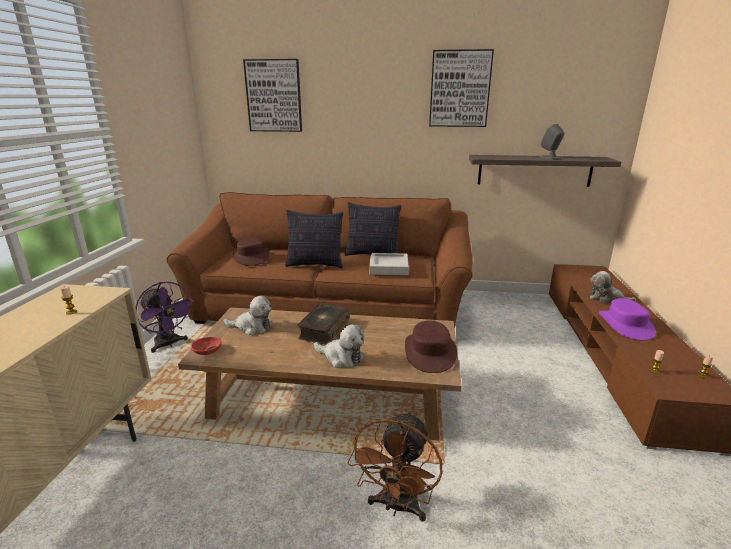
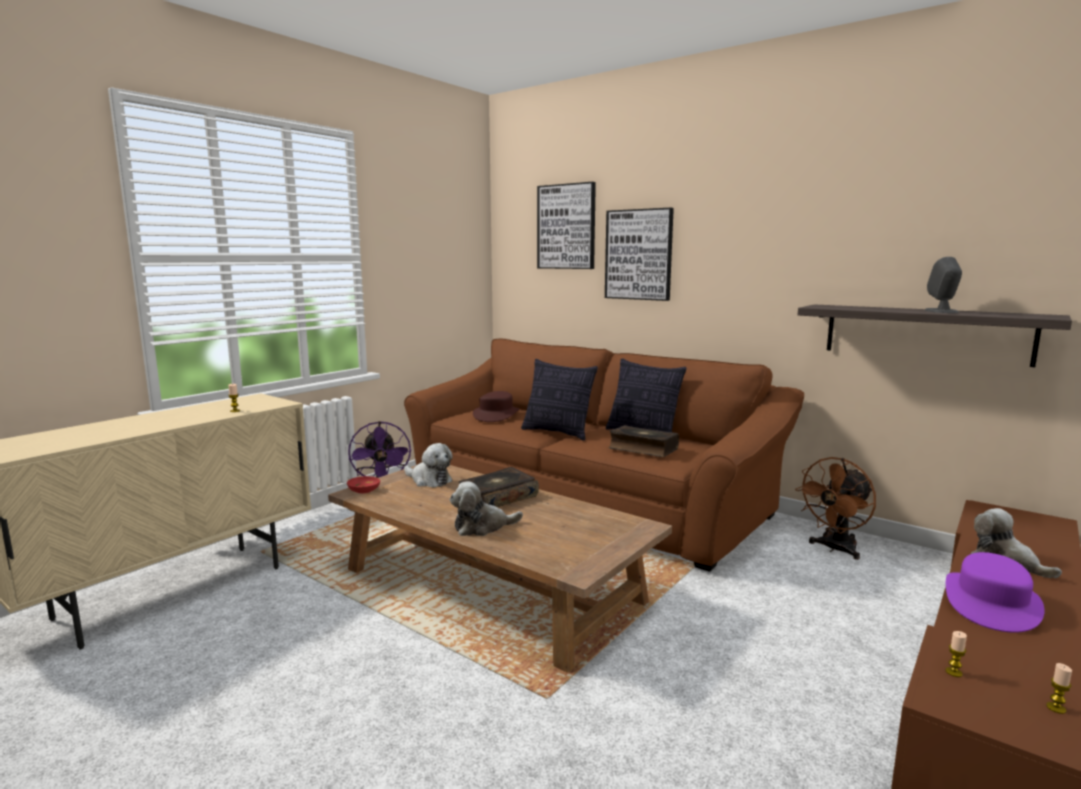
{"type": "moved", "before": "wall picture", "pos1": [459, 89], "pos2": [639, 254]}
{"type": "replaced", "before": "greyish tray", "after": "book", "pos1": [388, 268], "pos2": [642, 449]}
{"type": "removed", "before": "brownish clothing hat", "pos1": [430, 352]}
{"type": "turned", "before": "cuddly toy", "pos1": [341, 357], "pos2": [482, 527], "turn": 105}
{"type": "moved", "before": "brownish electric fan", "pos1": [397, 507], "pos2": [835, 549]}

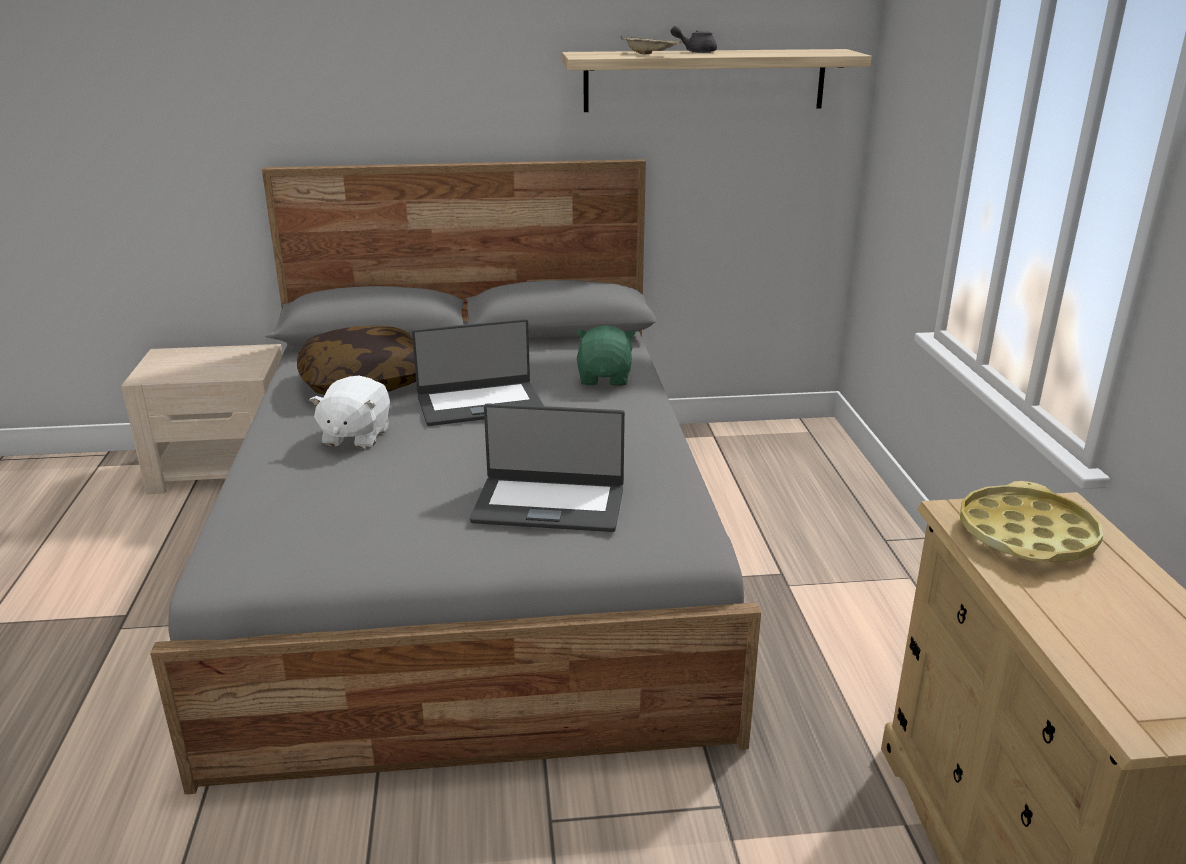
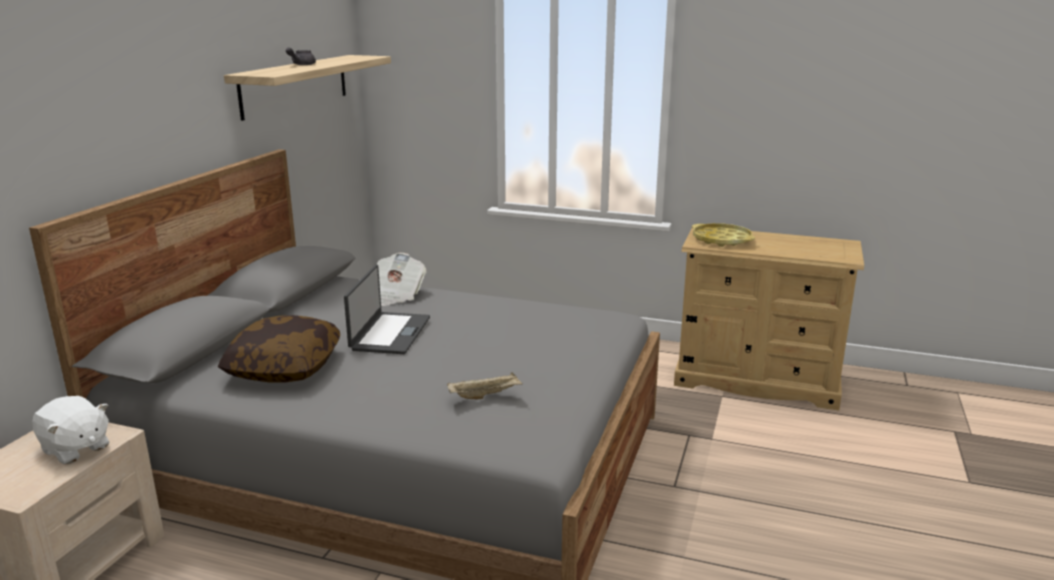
{"type": "moved", "before": "beige-coloured tray", "pos1": [651, 54], "pos2": [485, 395]}
{"type": "replaced", "before": "green cuddly toy", "after": "daily paper", "pos1": [605, 378], "pos2": [396, 295]}
{"type": "moved", "before": "white-coloured cuddly toy", "pos1": [355, 436], "pos2": [75, 449]}
{"type": "removed", "before": "portable computer", "pos1": [549, 504]}

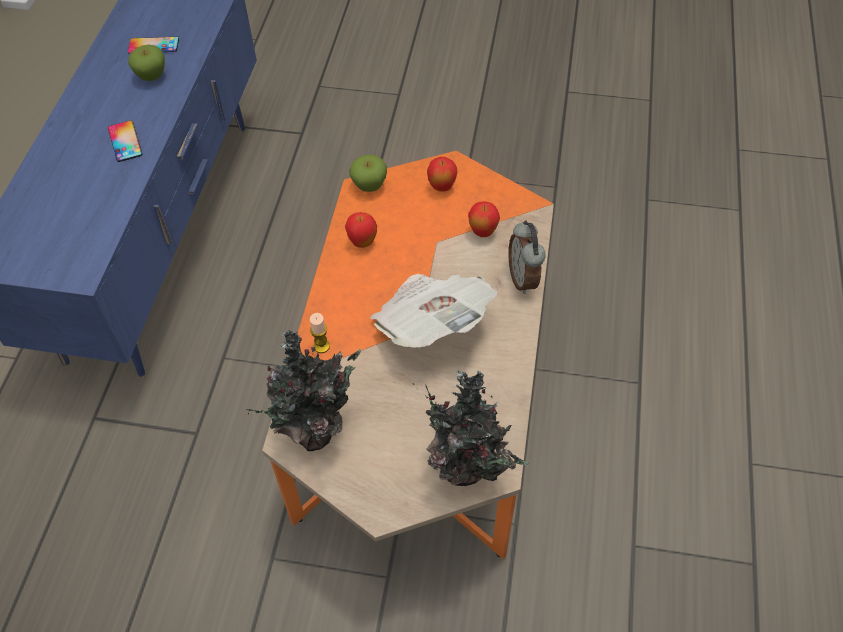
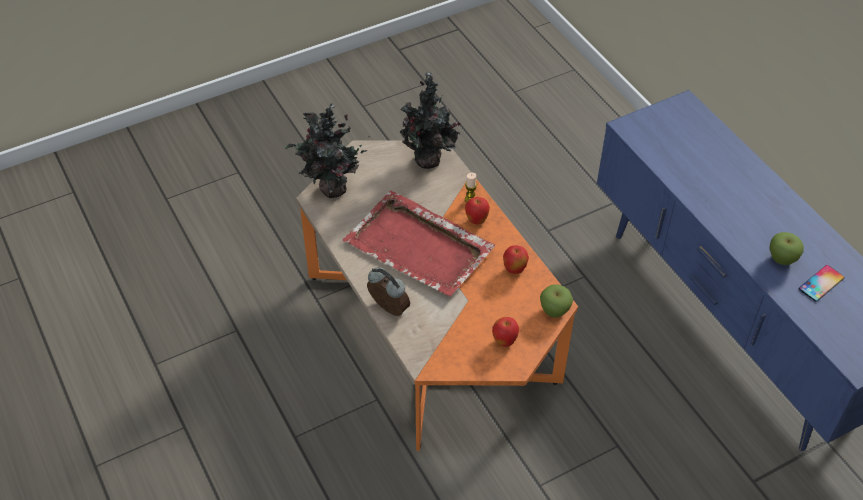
{"type": "removed", "before": "telephone", "pos1": [125, 141]}
{"type": "moved", "before": "apple fruit", "pos1": [483, 232], "pos2": [476, 221]}
{"type": "replaced", "before": "daily paper", "after": "reddish tray", "pos1": [431, 324], "pos2": [419, 247]}

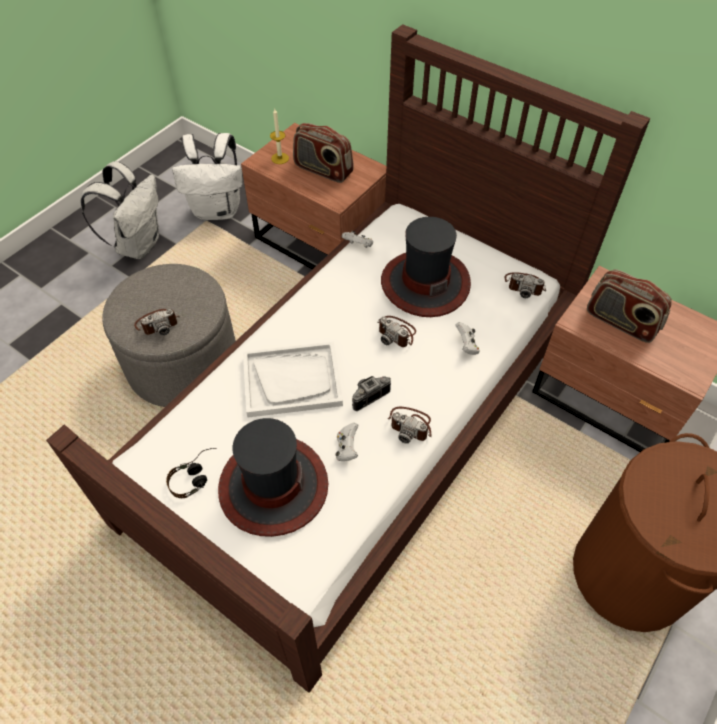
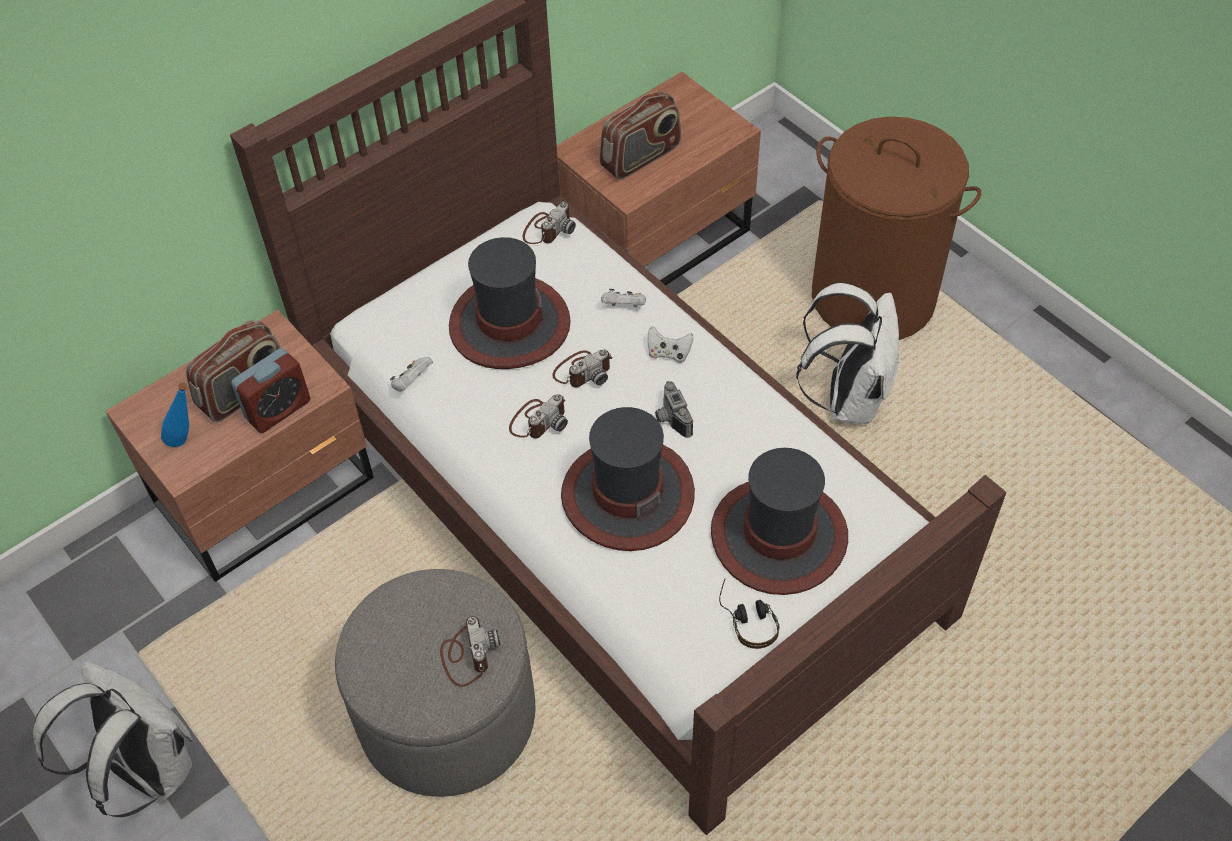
{"type": "replaced", "before": "candle", "after": "blue-coloured bottle", "pos1": [280, 158], "pos2": [188, 442]}
{"type": "moved", "before": "white-coloured backpack", "pos1": [218, 210], "pos2": [848, 398]}
{"type": "replaced", "before": "white-coloured tray", "after": "clothing hat", "pos1": [292, 380], "pos2": [627, 495]}
{"type": "moved", "before": "photo camera", "pos1": [410, 425], "pos2": [538, 420]}
{"type": "moved", "before": "white-coloured gamepad", "pos1": [347, 449], "pos2": [669, 353]}
{"type": "added", "after": "alarm clock", "pos2": [278, 409]}

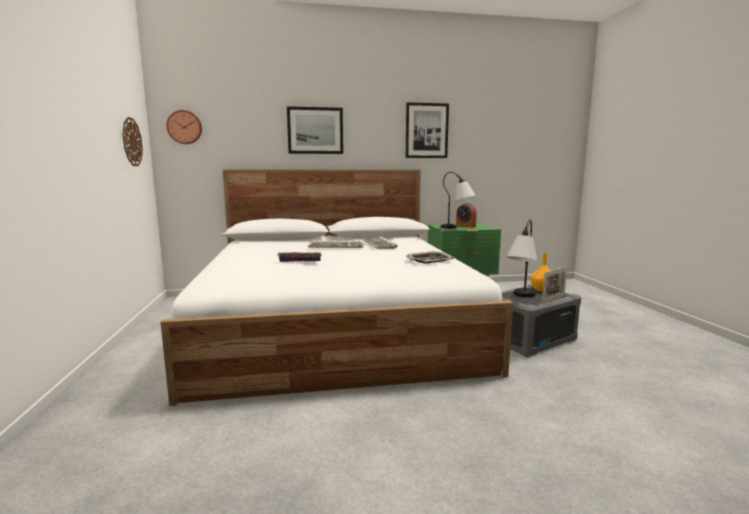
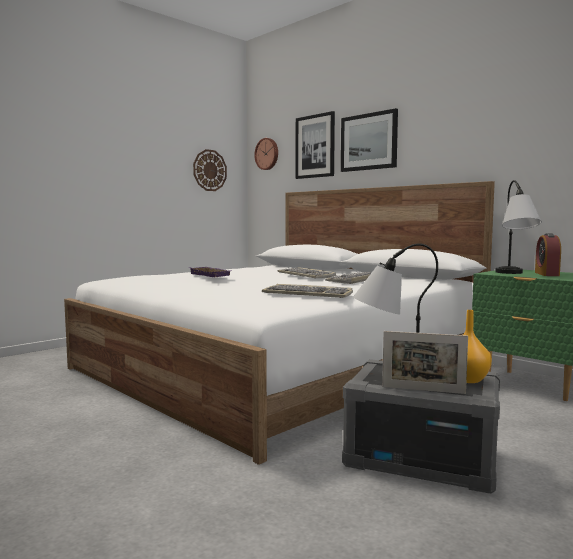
{"type": "moved", "before": "wall picture", "pos1": [426, 131], "pos2": [315, 146]}
{"type": "replaced", "before": "tray", "after": "PC keyboard", "pos1": [429, 260], "pos2": [308, 294]}

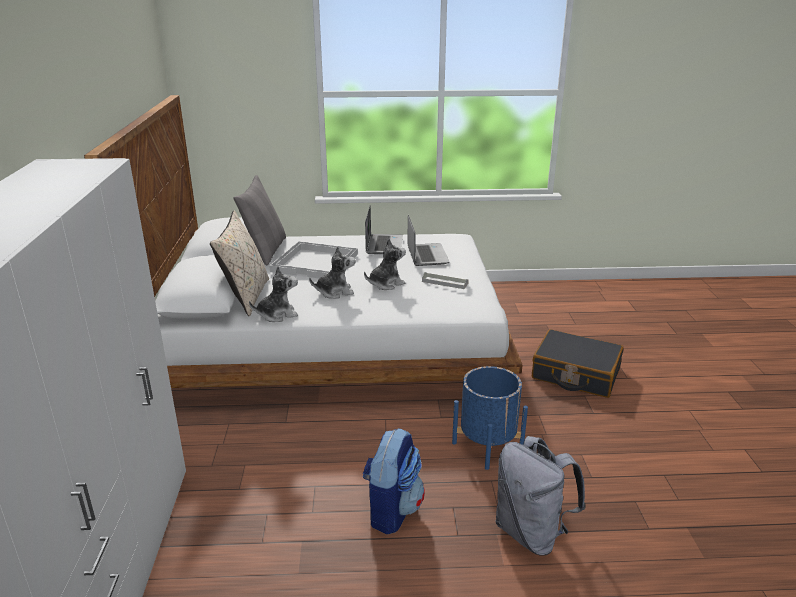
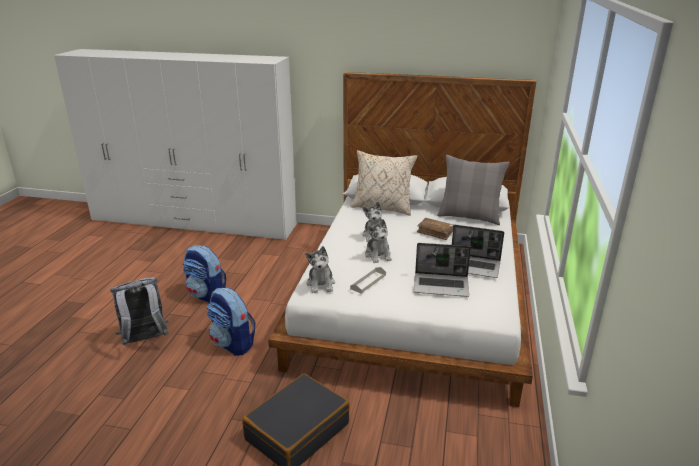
{"type": "replaced", "before": "white-coloured tray", "after": "brownish book", "pos1": [316, 262], "pos2": [435, 232]}
{"type": "moved", "before": "cuddly toy", "pos1": [277, 315], "pos2": [321, 284]}
{"type": "replaced", "before": "blue-coloured planter", "after": "backpack", "pos1": [487, 446], "pos2": [233, 344]}

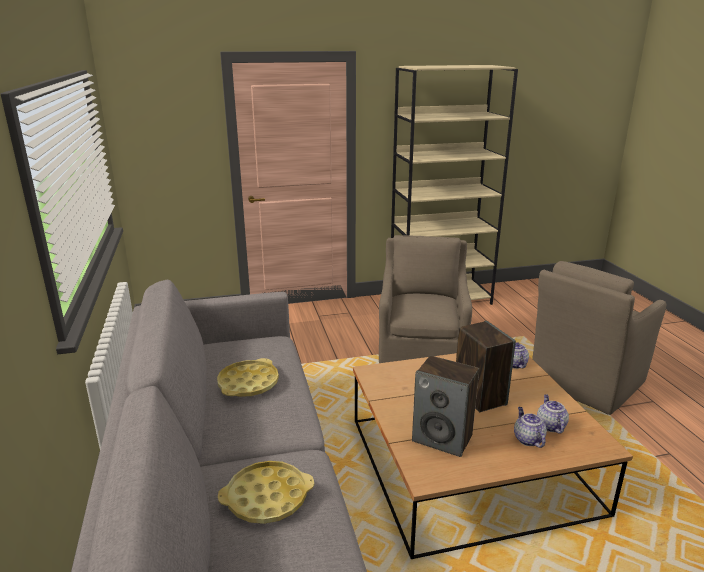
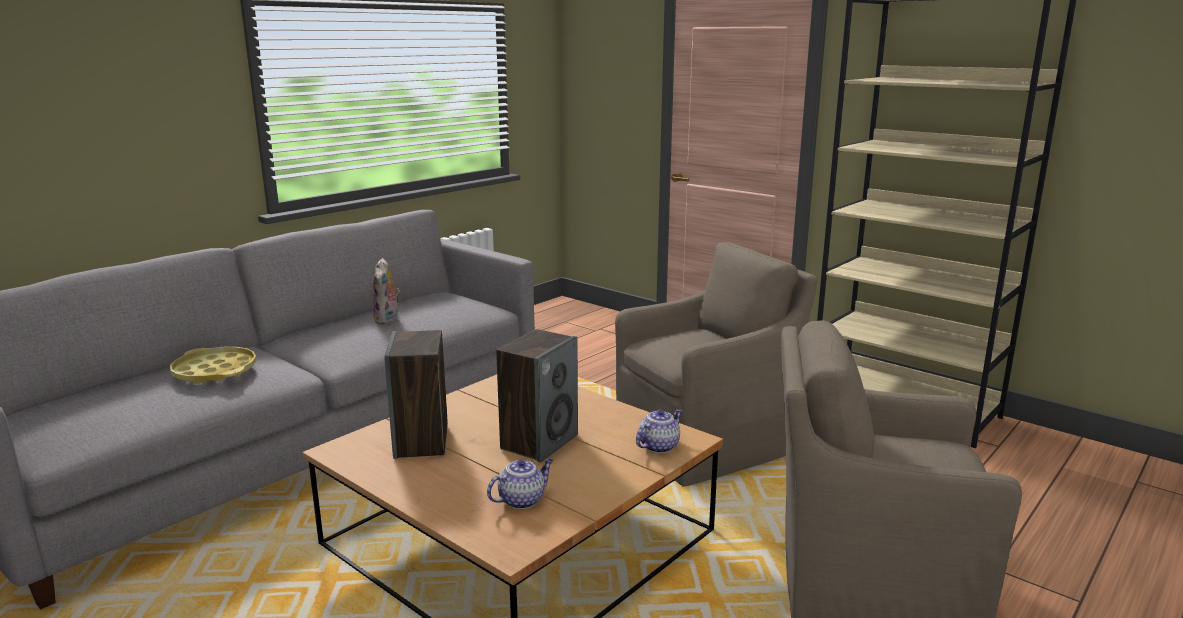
{"type": "replaced", "before": "yellowish tray", "after": "cuddly toy", "pos1": [248, 383], "pos2": [387, 319]}
{"type": "removed", "before": "teapot", "pos1": [527, 439]}

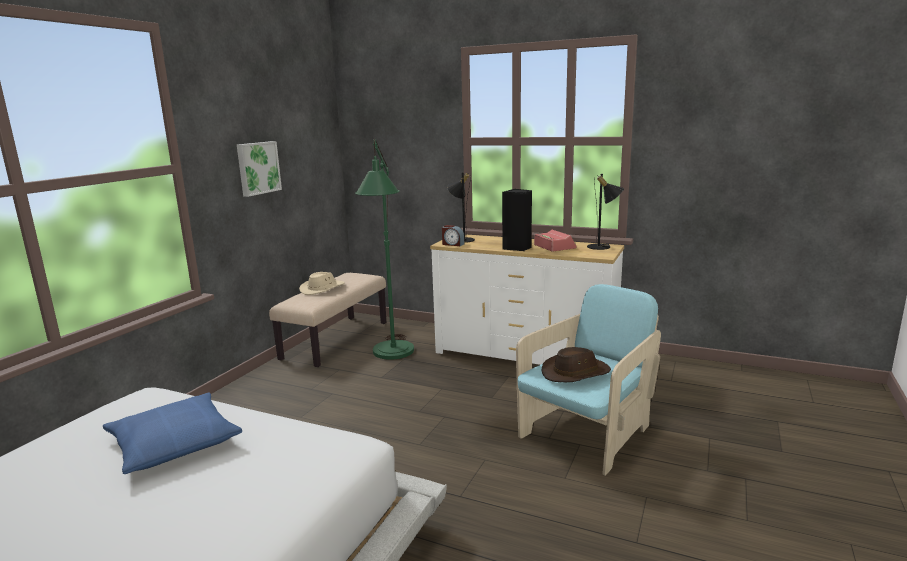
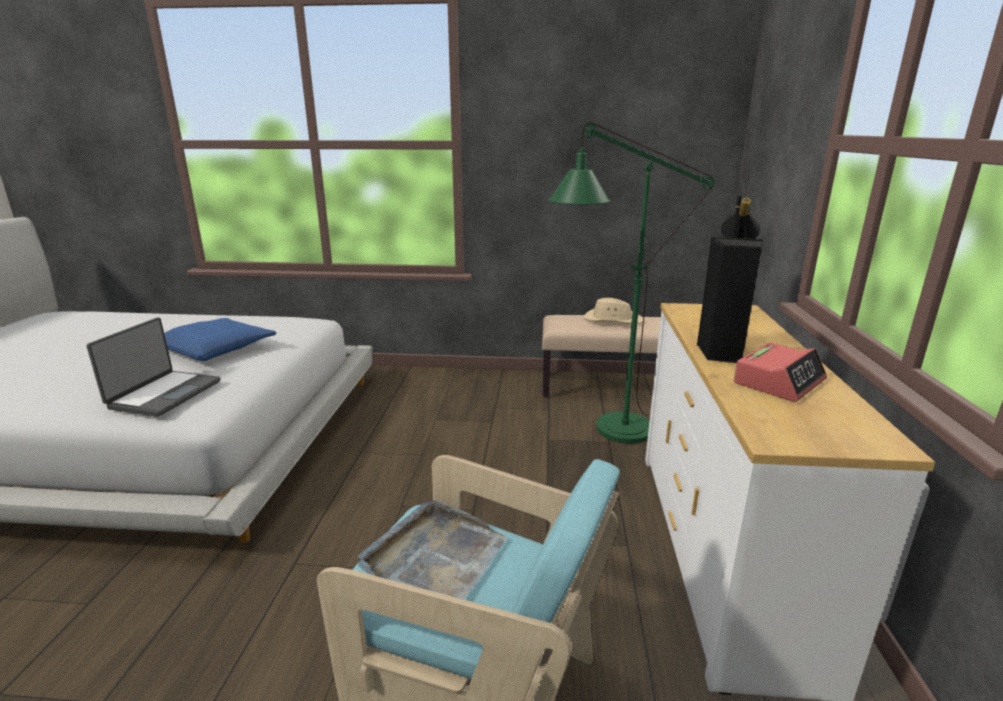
{"type": "removed", "before": "wall picture", "pos1": [257, 168]}
{"type": "removed", "before": "blackish lamp for a table", "pos1": [603, 247]}
{"type": "removed", "before": "alarm clock", "pos1": [452, 244]}
{"type": "replaced", "before": "brownish clothing hat", "after": "greyish tray", "pos1": [575, 372], "pos2": [435, 558]}
{"type": "added", "after": "portable computer", "pos2": [164, 394]}

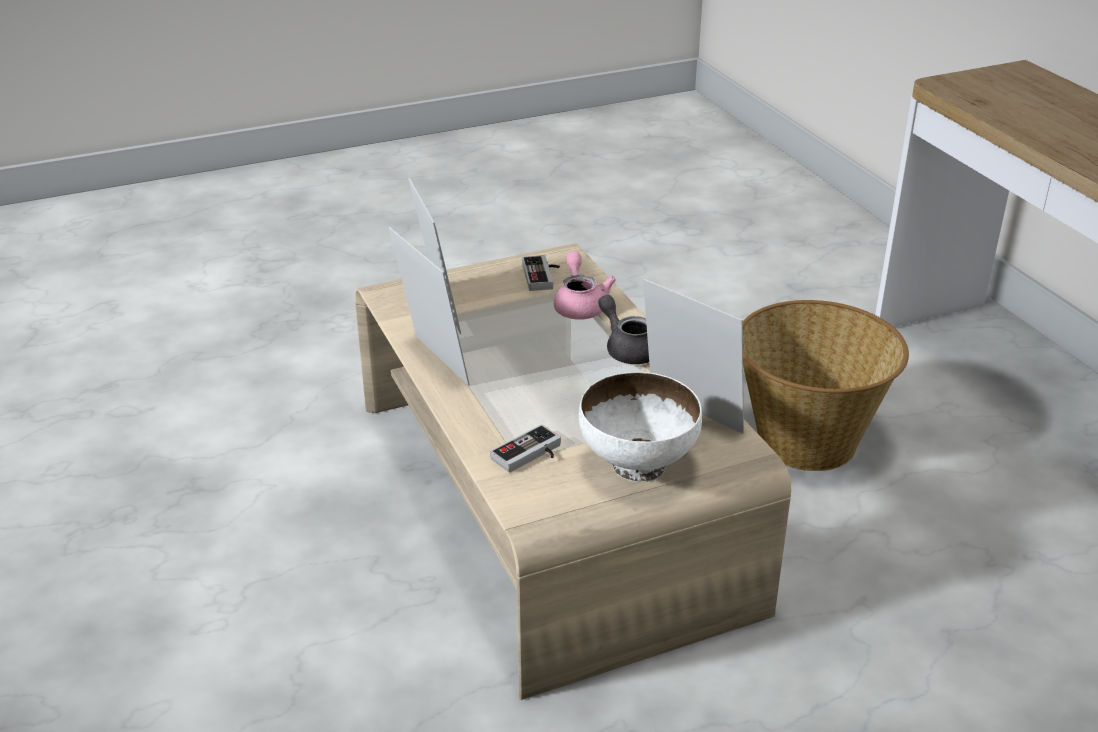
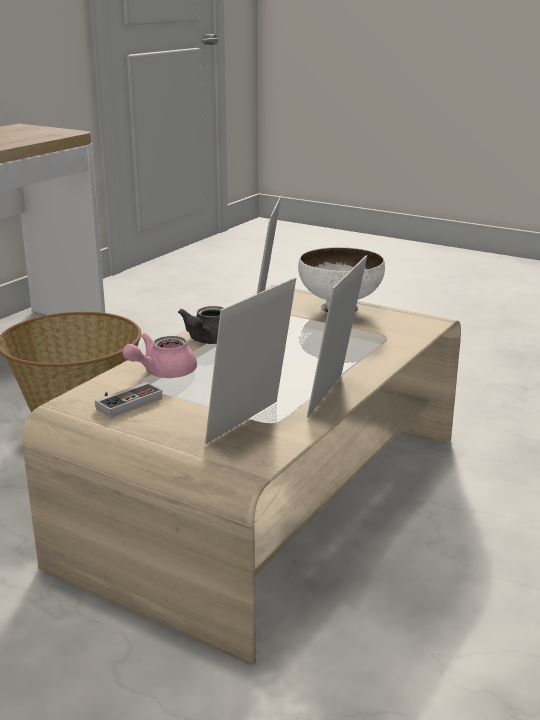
{"type": "removed", "before": "gamepad", "pos1": [530, 455]}

